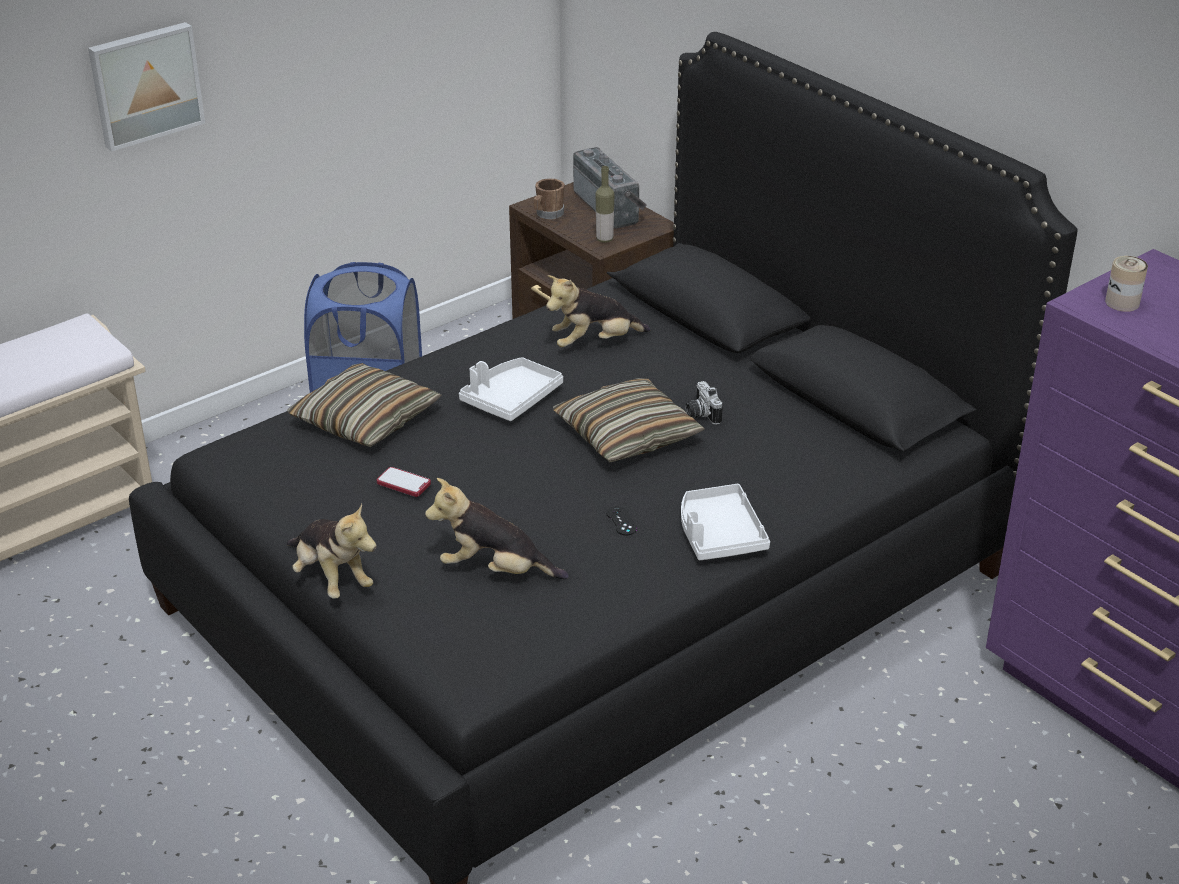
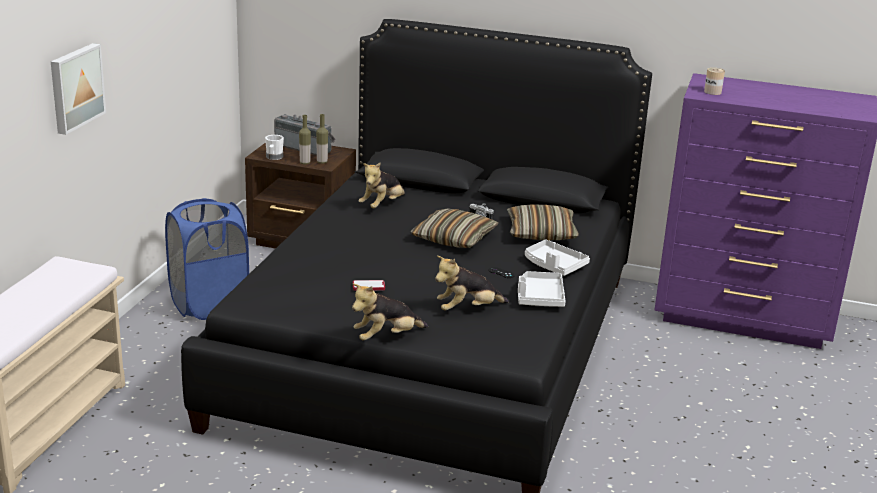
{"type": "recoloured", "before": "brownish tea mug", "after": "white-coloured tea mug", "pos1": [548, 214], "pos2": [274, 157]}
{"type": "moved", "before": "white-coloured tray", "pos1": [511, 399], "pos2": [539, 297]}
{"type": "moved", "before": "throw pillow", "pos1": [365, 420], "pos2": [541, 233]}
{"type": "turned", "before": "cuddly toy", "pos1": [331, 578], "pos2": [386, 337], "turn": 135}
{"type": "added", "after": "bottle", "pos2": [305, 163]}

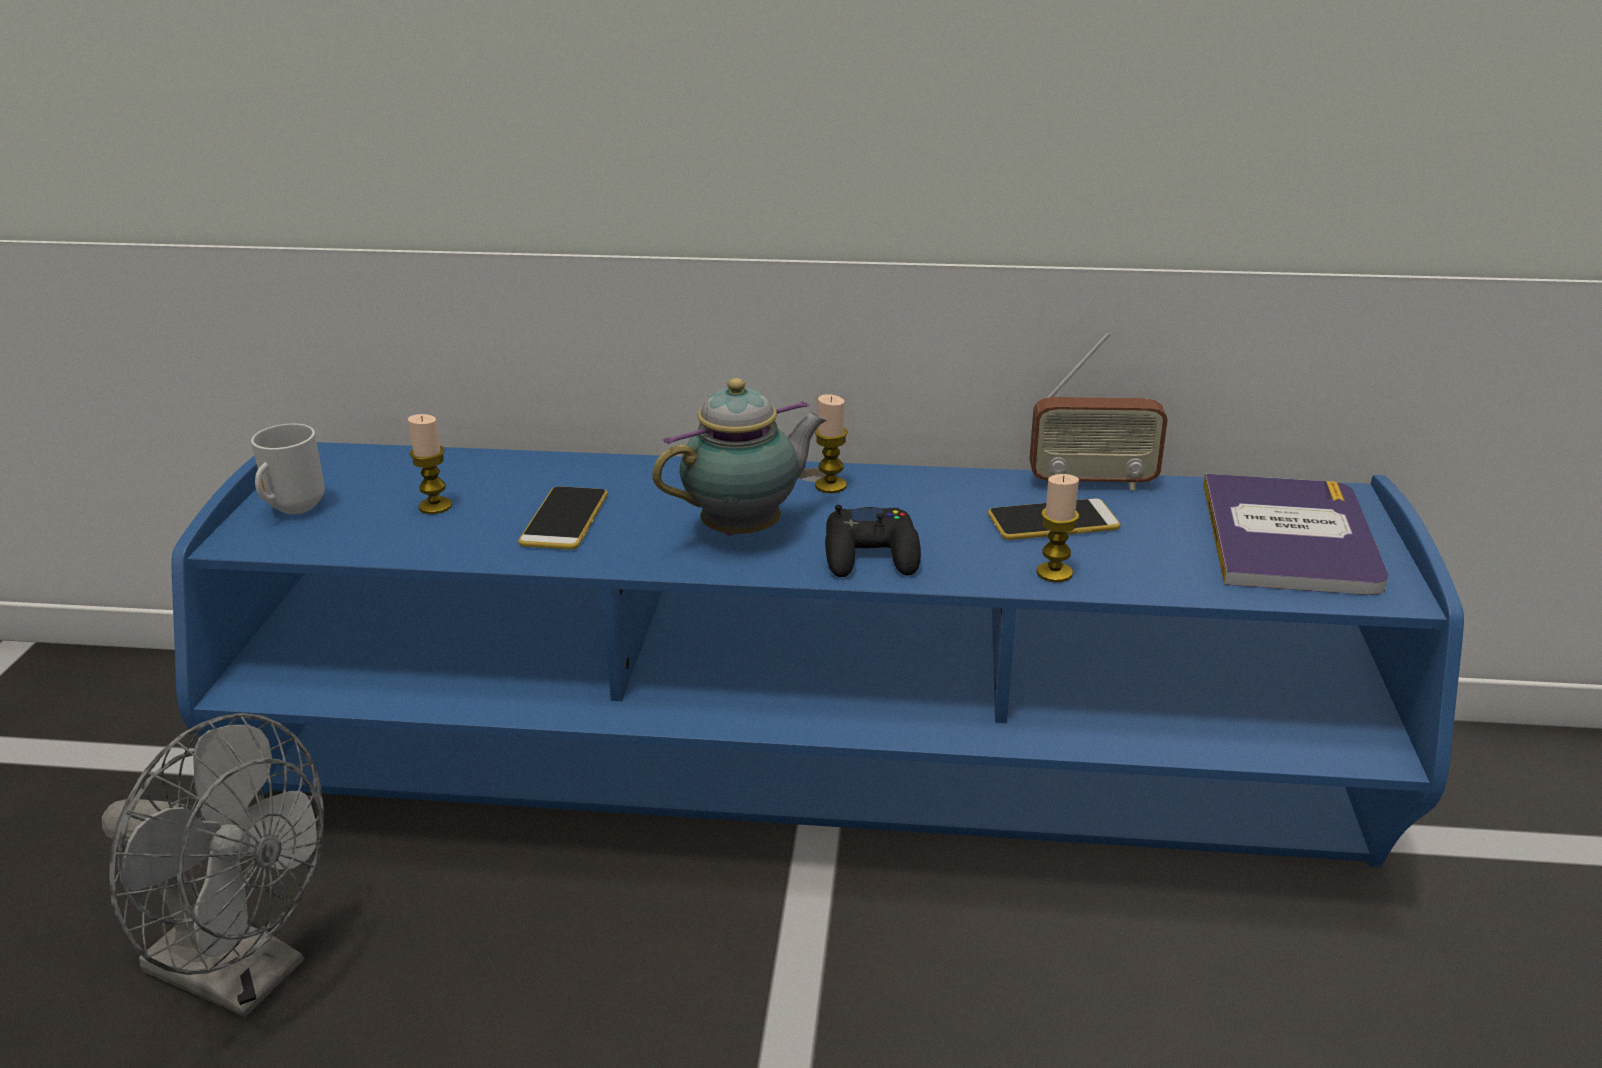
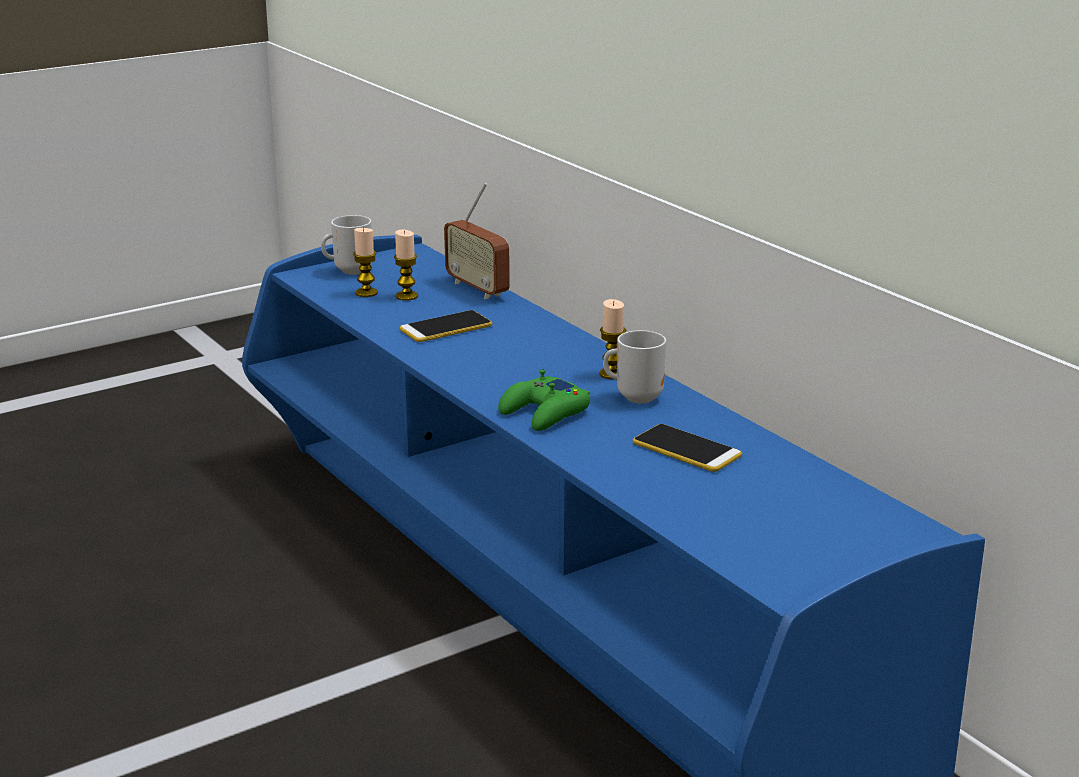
{"type": "moved", "before": "radio set", "pos1": [1092, 483], "pos2": [477, 289]}
{"type": "removed", "before": "teapot", "pos1": [747, 530]}
{"type": "moved", "before": "candle", "pos1": [1054, 573], "pos2": [366, 293]}
{"type": "removed", "before": "book", "pos1": [1289, 536]}
{"type": "recoloured", "before": "blackish gamepad", "after": "green gamepad", "pos1": [872, 554], "pos2": [544, 413]}
{"type": "removed", "before": "greyish electric fan", "pos1": [245, 975]}
{"type": "added", "after": "tea mug", "pos2": [636, 397]}

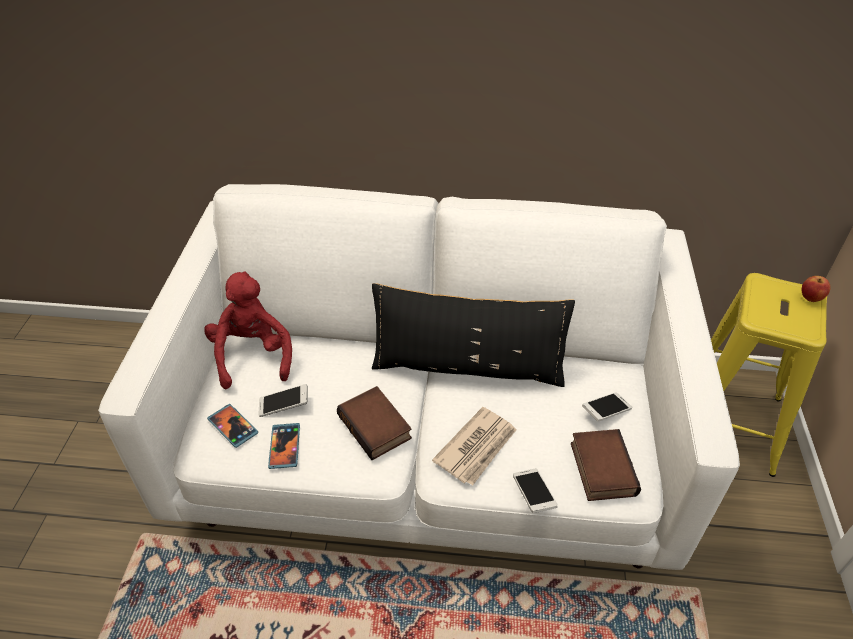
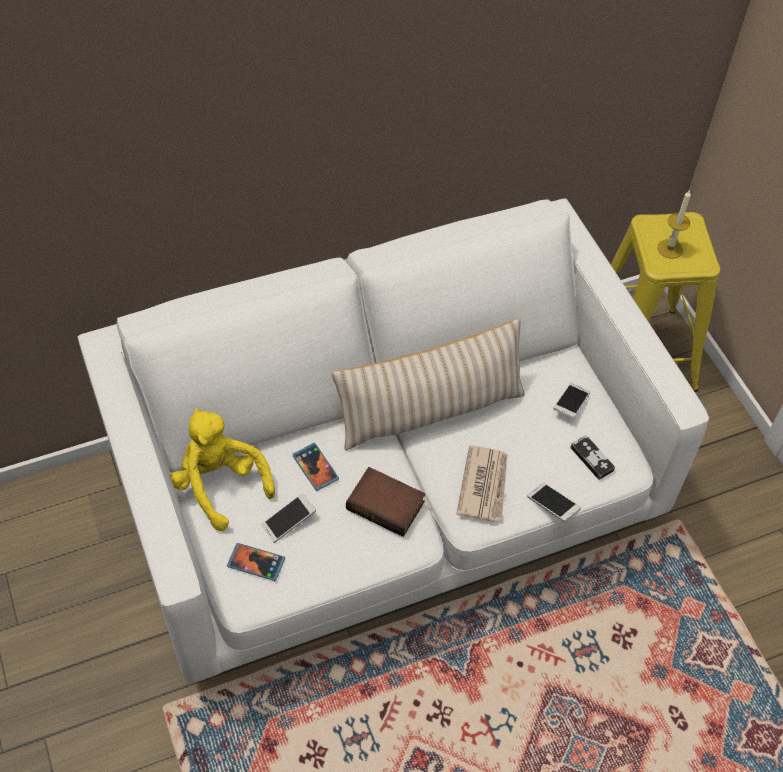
{"type": "recoloured", "before": "reddish cuddly toy", "after": "yellowish cuddly toy", "pos1": [253, 355], "pos2": [220, 485]}
{"type": "removed", "before": "apple fruit", "pos1": [811, 298]}
{"type": "recoloured", "before": "blackish throw pillow", "after": "beige-coloured throw pillow", "pos1": [467, 366], "pos2": [430, 410]}
{"type": "moved", "before": "telephone", "pos1": [284, 447], "pos2": [315, 468]}
{"type": "replaced", "before": "book", "after": "gamepad", "pos1": [600, 468], "pos2": [592, 459]}
{"type": "added", "after": "candle", "pos2": [670, 249]}

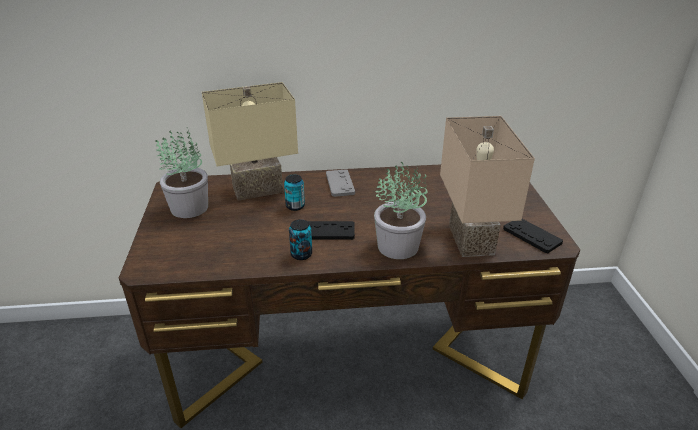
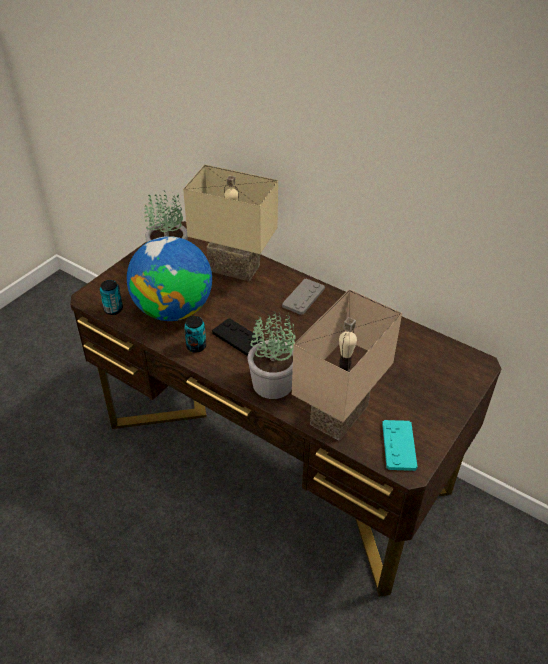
{"type": "moved", "before": "can", "pos1": [295, 206], "pos2": [113, 309]}
{"type": "recoloured", "before": "blackish gamepad", "after": "blue-green gamepad", "pos1": [532, 236], "pos2": [399, 446]}
{"type": "added", "after": "world globe", "pos2": [173, 310]}

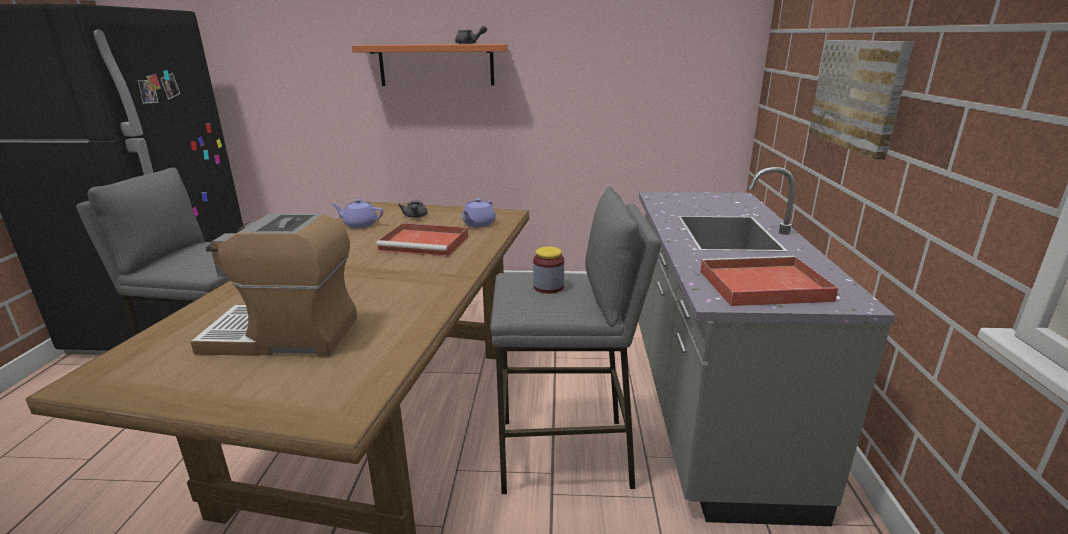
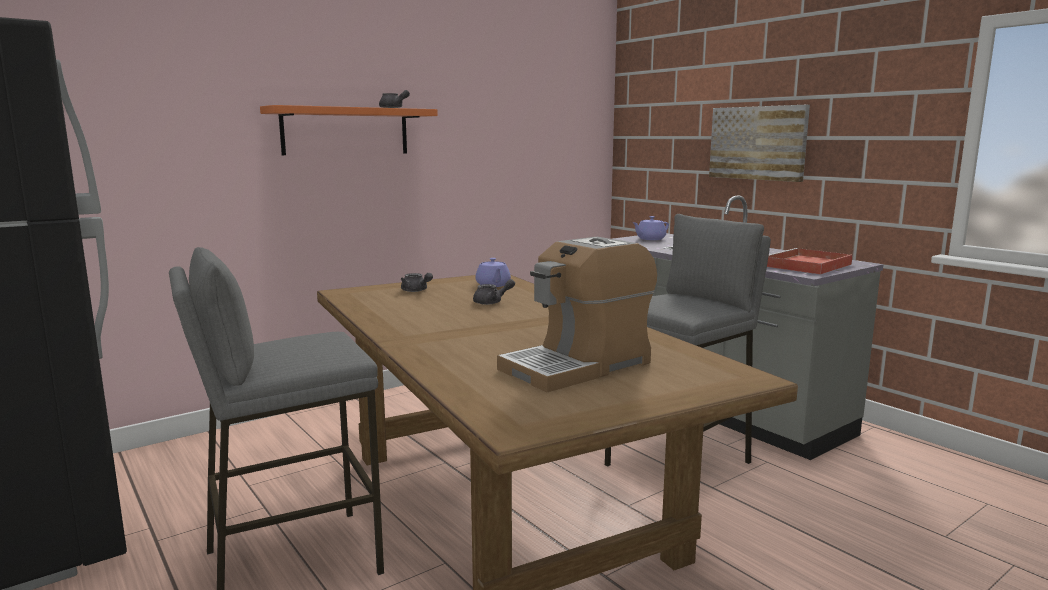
{"type": "moved", "before": "purple-coloured teapot", "pos1": [360, 224], "pos2": [650, 239]}
{"type": "replaced", "before": "reddish tray", "after": "greyish teapot", "pos1": [426, 243], "pos2": [492, 302]}
{"type": "removed", "before": "preserve jar", "pos1": [548, 287]}

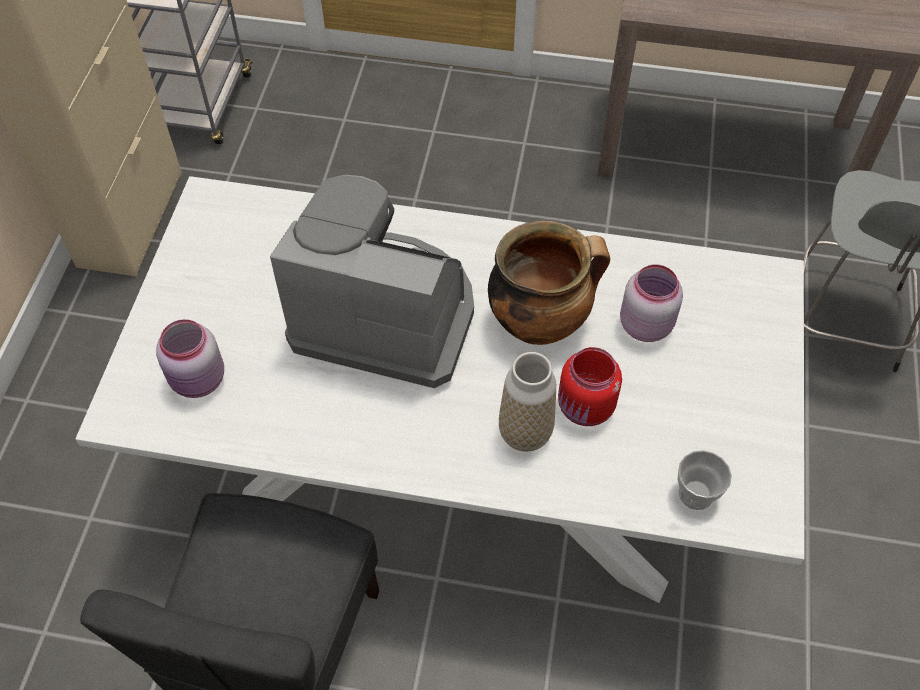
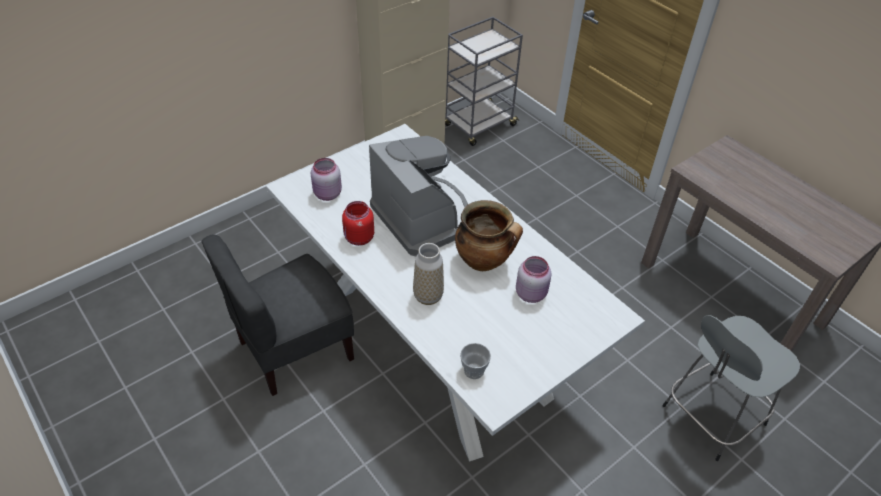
{"type": "moved", "before": "reddish preserve jar", "pos1": [585, 408], "pos2": [358, 238]}

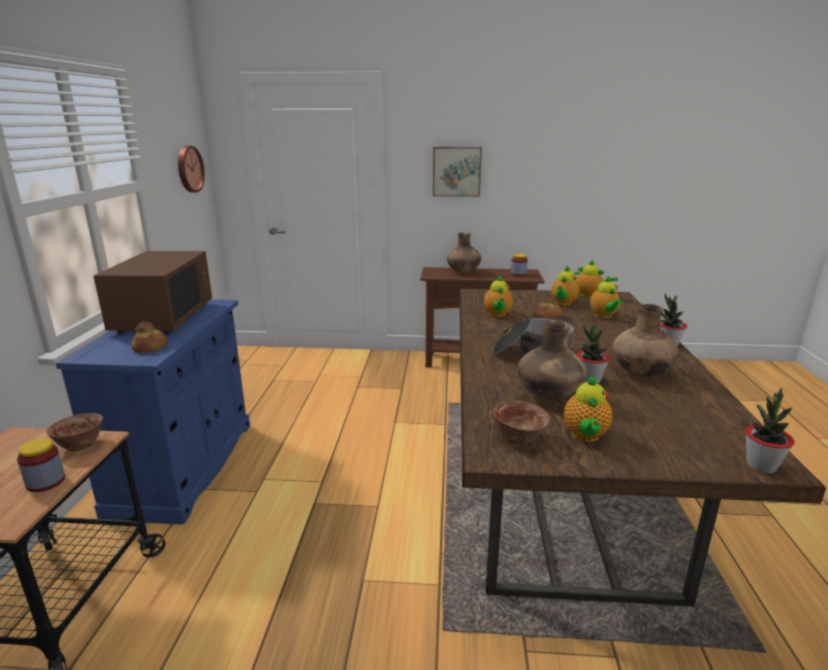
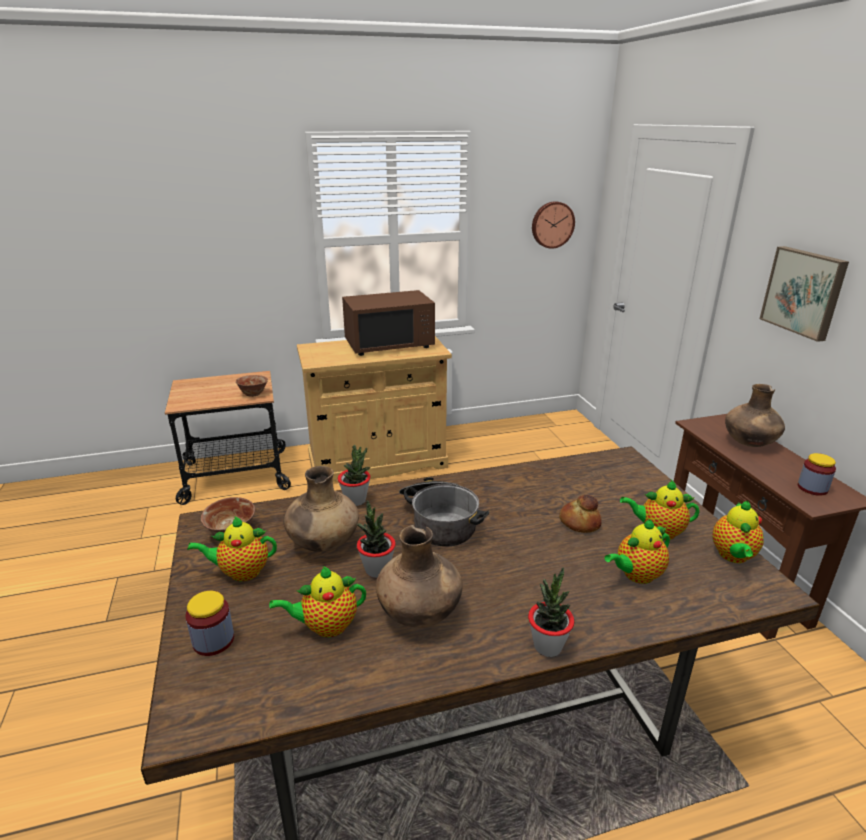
{"type": "moved", "before": "teapot", "pos1": [497, 314], "pos2": [326, 626]}
{"type": "recoloured", "before": "blue-coloured cabinet", "after": "beige-coloured cabinet", "pos1": [185, 467], "pos2": [377, 462]}
{"type": "removed", "before": "bakery bread", "pos1": [151, 347]}
{"type": "moved", "before": "houseplant", "pos1": [761, 465], "pos2": [355, 500]}
{"type": "moved", "before": "preserve jar", "pos1": [46, 482], "pos2": [213, 640]}

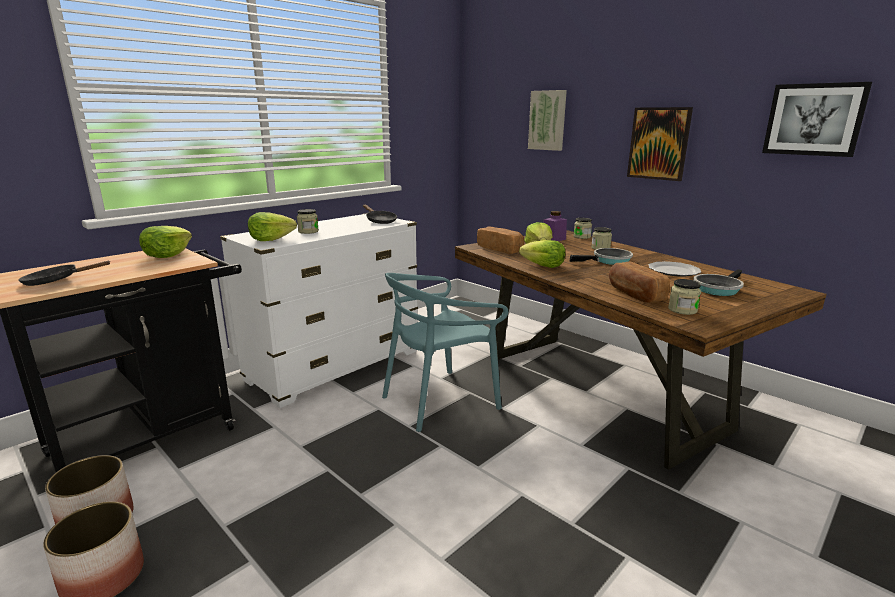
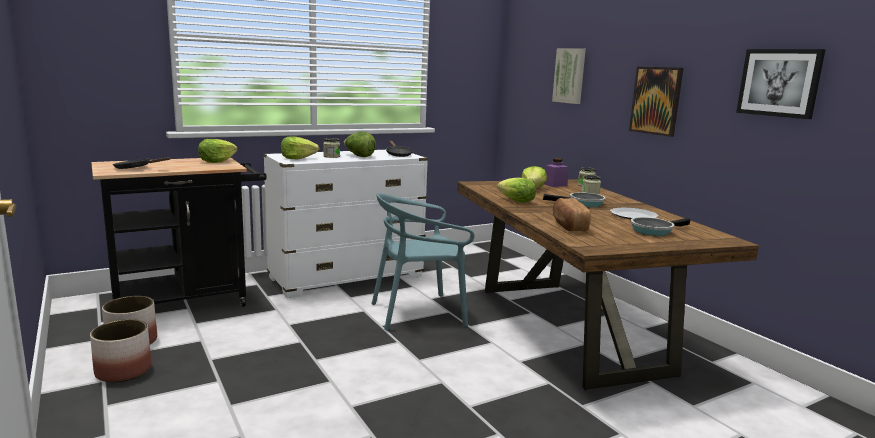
{"type": "removed", "before": "bakery bread", "pos1": [500, 249]}
{"type": "removed", "before": "preserve jar", "pos1": [682, 310]}
{"type": "added", "after": "lettuce head", "pos2": [359, 156]}

